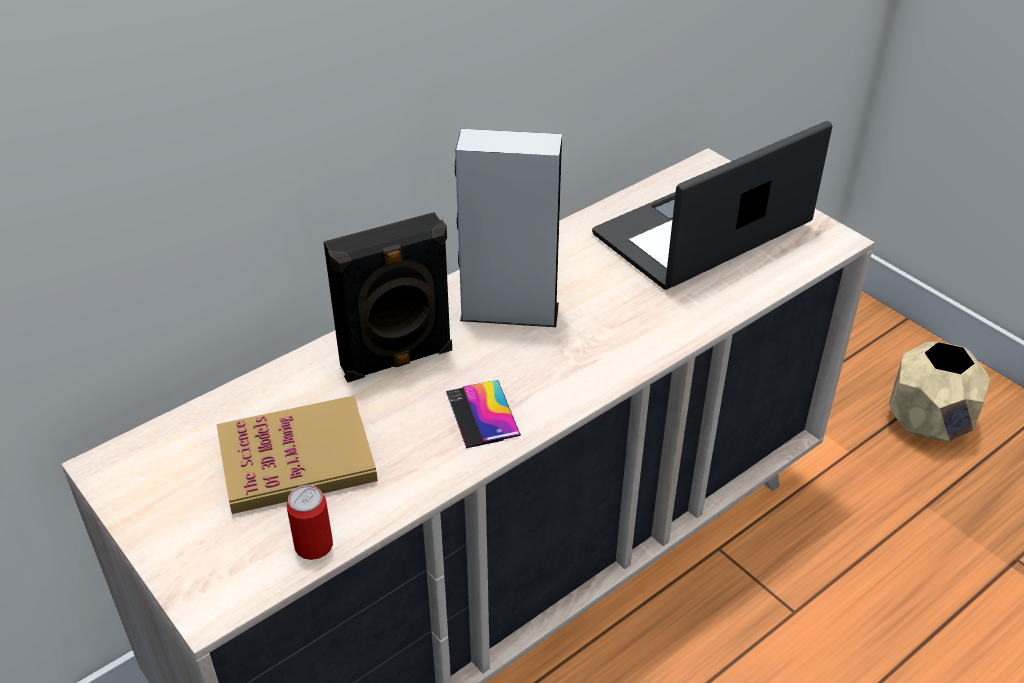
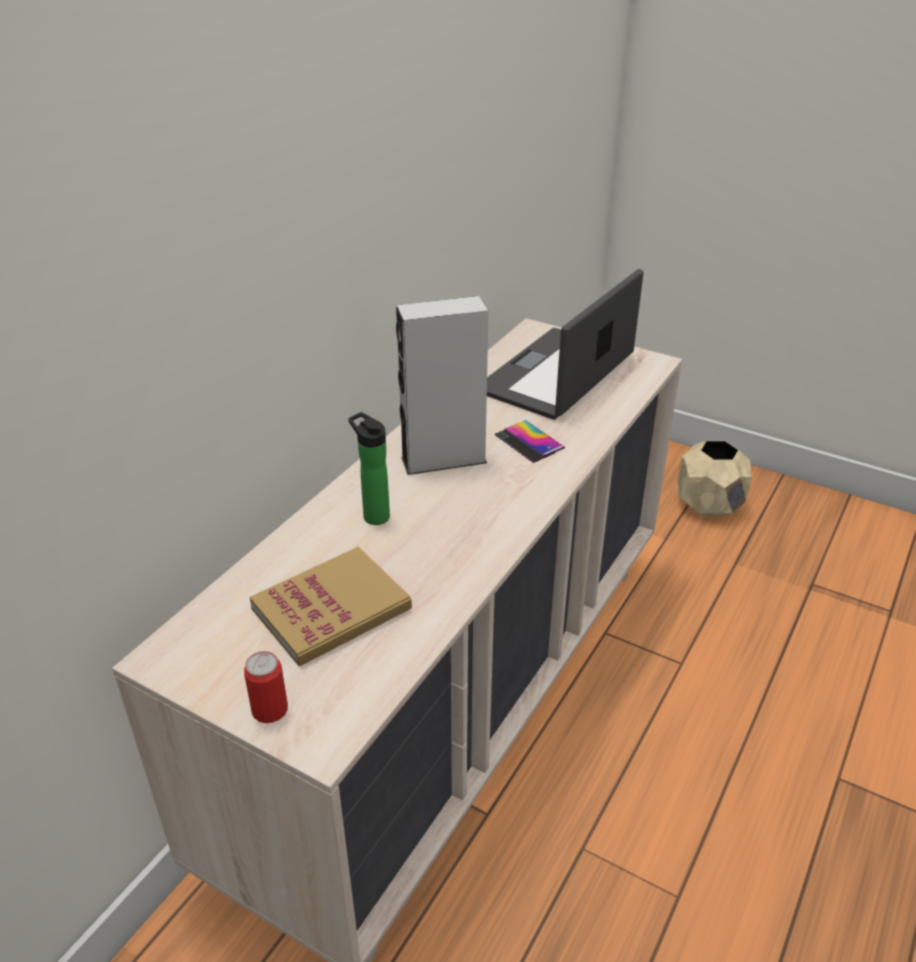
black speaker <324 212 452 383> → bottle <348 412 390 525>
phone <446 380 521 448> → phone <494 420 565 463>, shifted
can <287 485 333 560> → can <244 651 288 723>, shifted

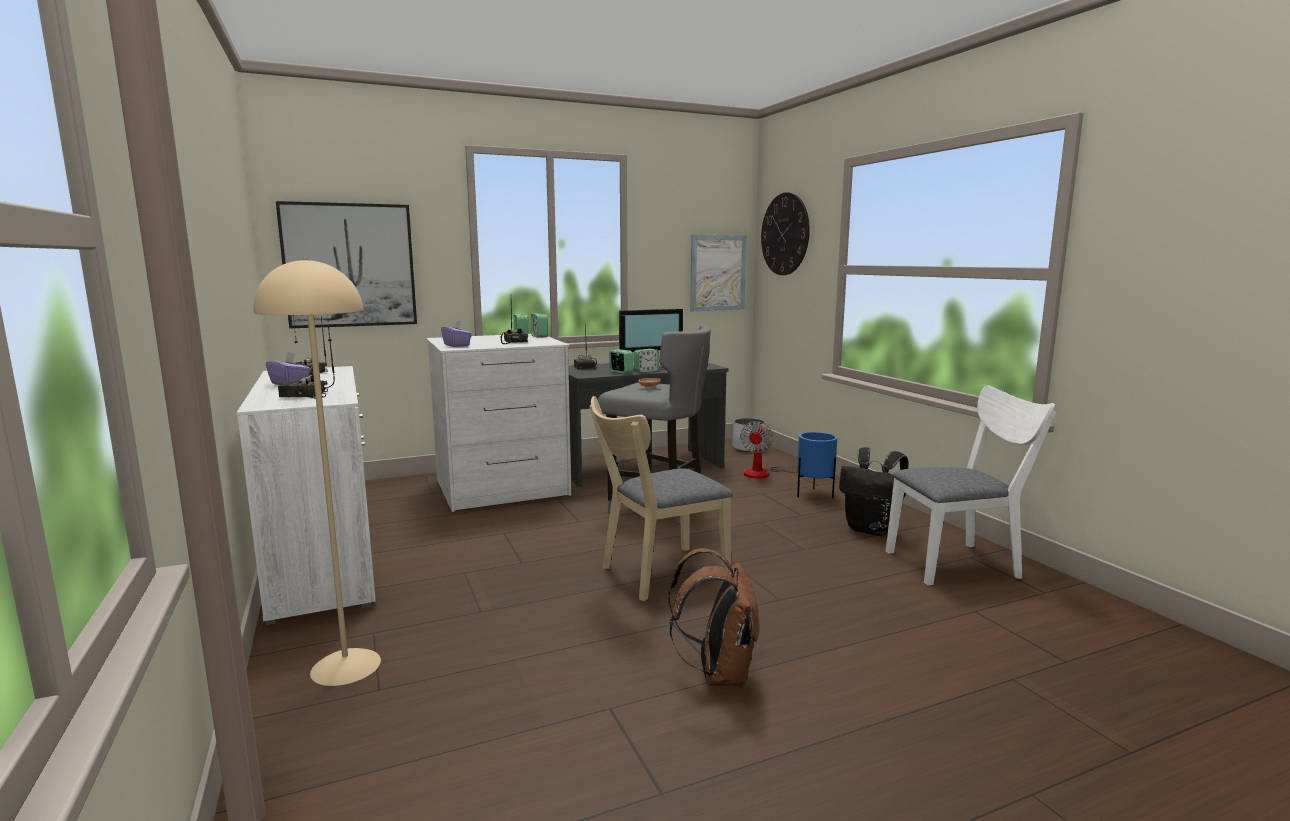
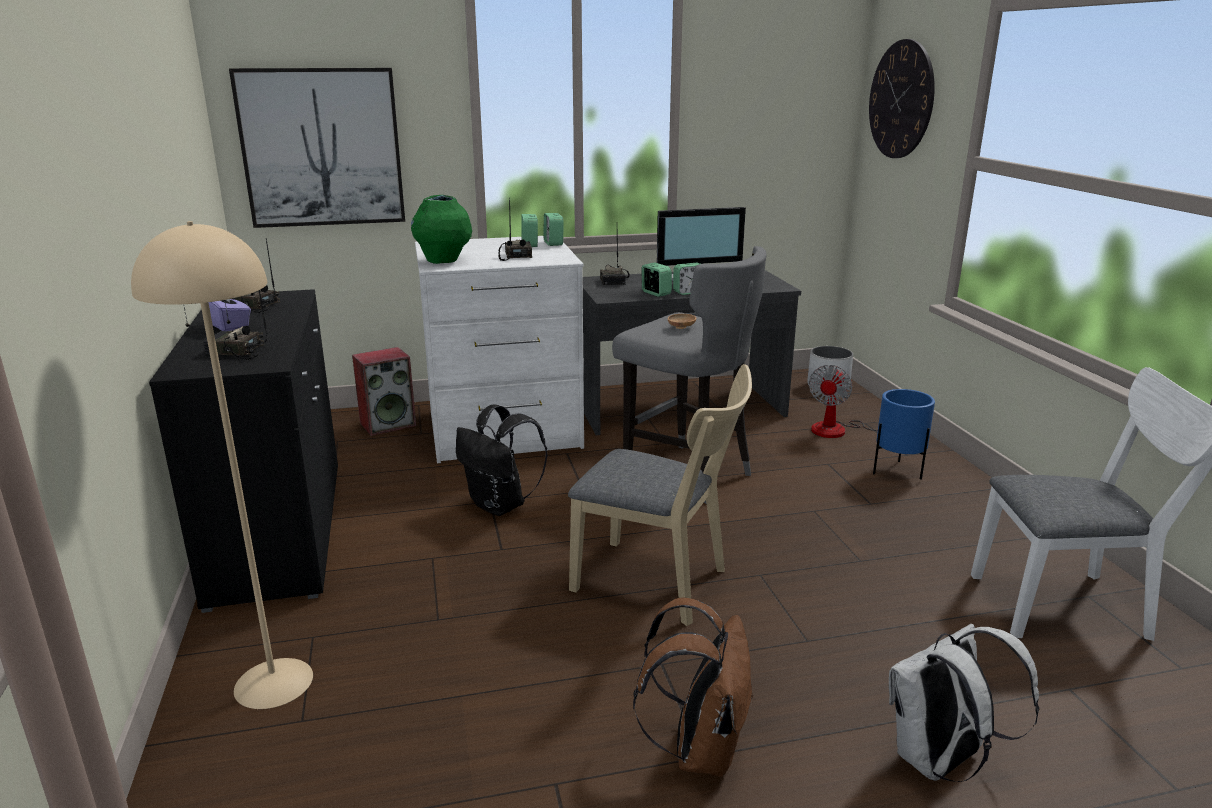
picture <690 235 747 311> → -
purple tissue box <441 320 472 347> → green vase <411 195 472 264>
white cabinet <237 366 376 625> → black cabinet <149 289 338 613>
beige chair <589 396 733 601> → beige chair <568 364 752 626>, 135 degrees counterclockwise
black backpack <839 447 909 536> → black backpack <456 404 547 516>, shifted
- → speaker <352 347 416 436>
- → white backpack <889 624 1039 782>

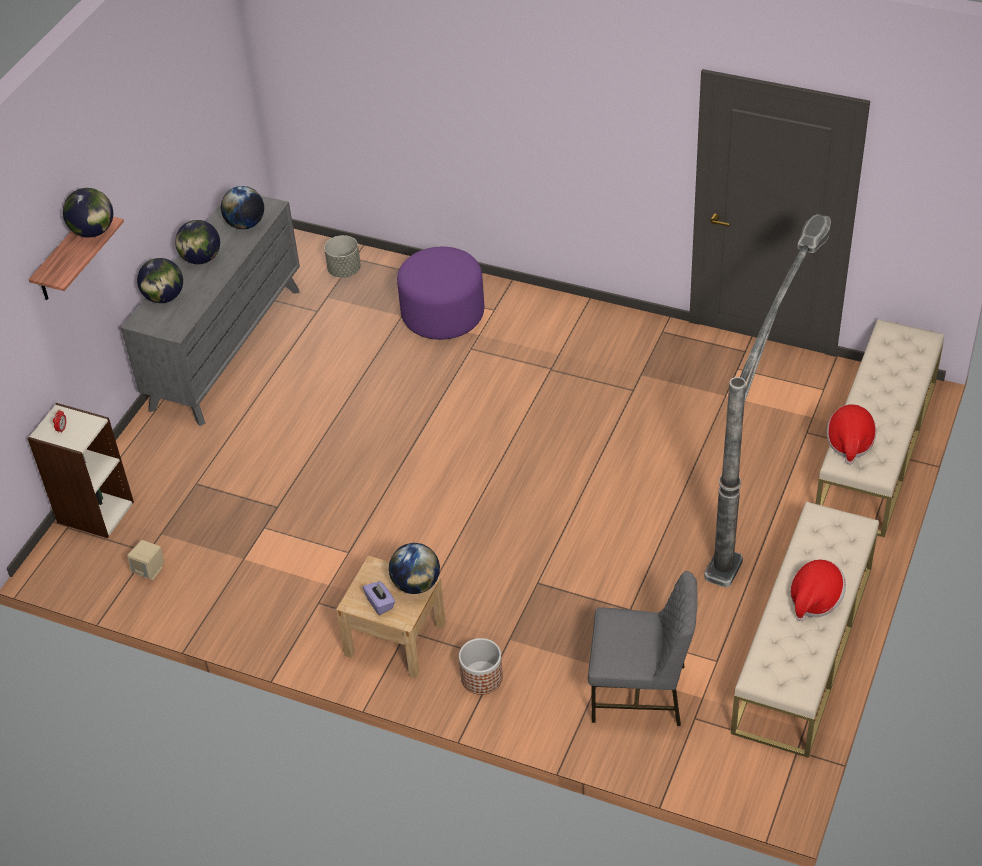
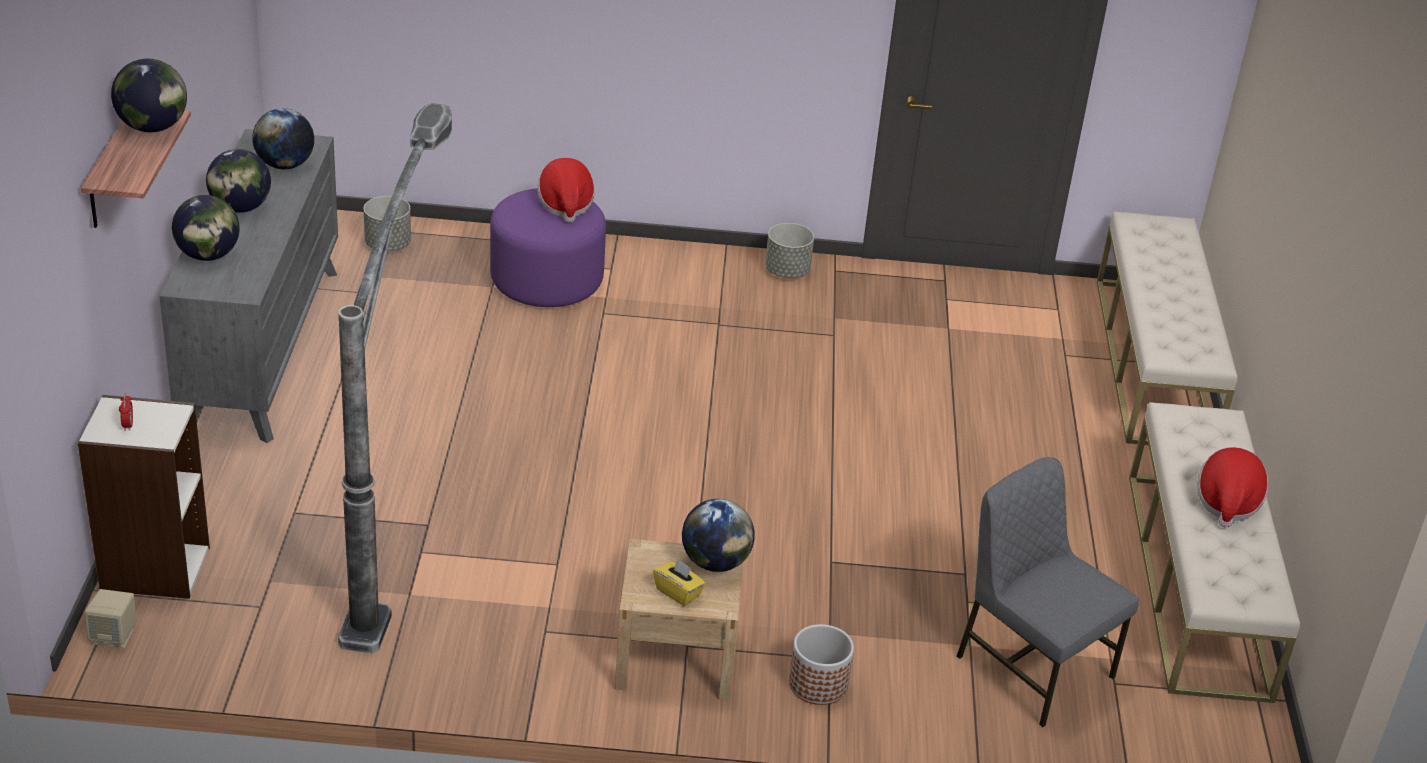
floor lamp <704 214 831 588> → floor lamp <338 103 452 653>, shifted
hat <827 404 876 465> → hat <537 158 595 223>, shifted
beige speaker <127 540 164 580> → beige speaker <85 589 136 648>, shifted
grey chair <588 571 697 726> → grey chair <956 457 1139 727>, 120 degrees counterclockwise
purple tissue box <363 581 395 615> → yellow tissue box <653 558 706 606>
- → grey planter <765 223 814 278>

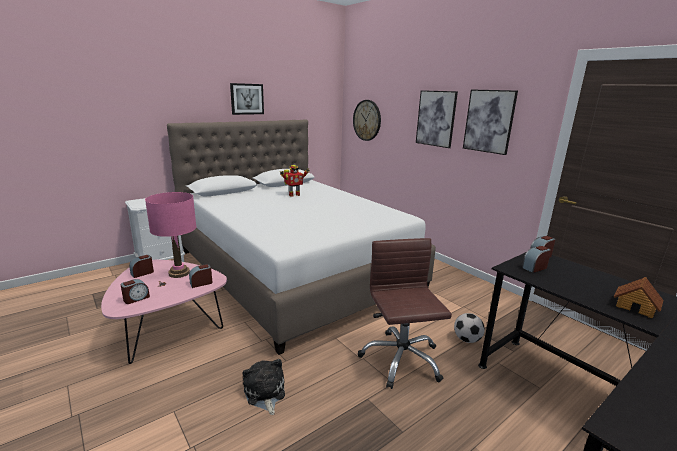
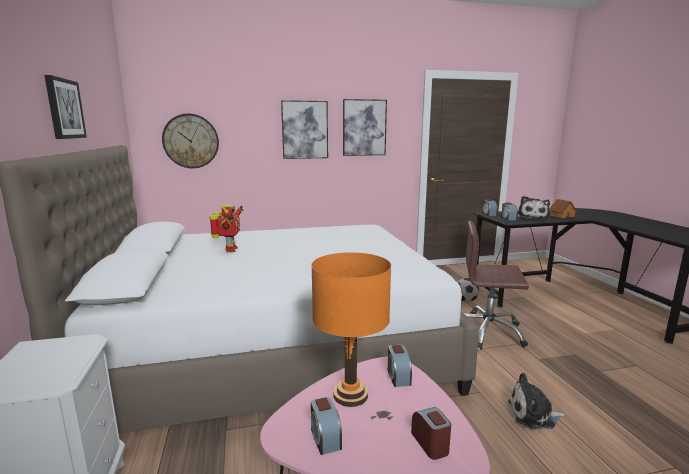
pink table lamp <145 192 197 278> → orange table lamp <311 252 391 407>
- → plush toy <518 196 550 219>

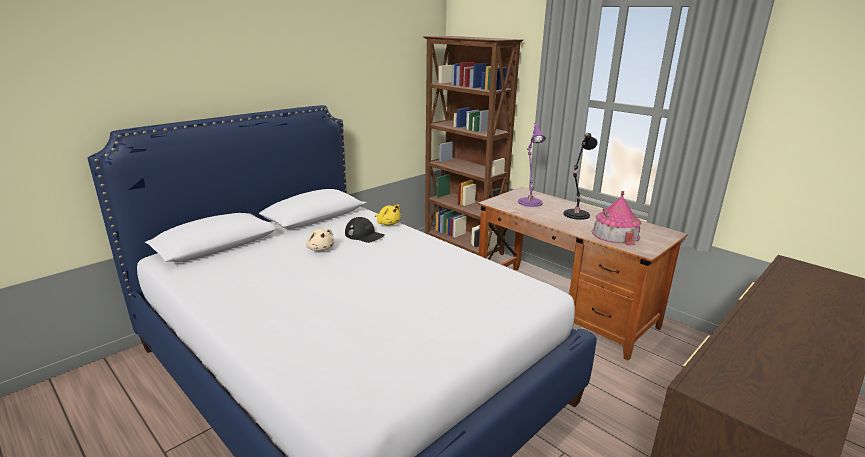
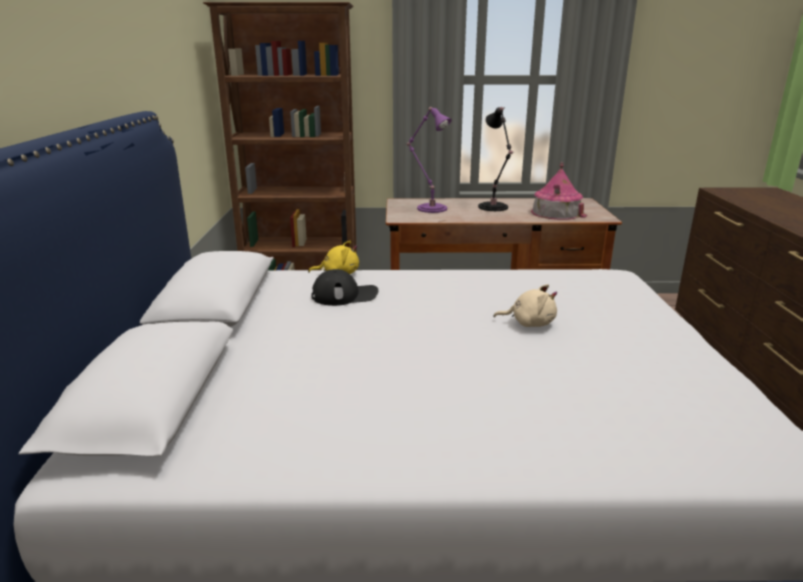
beige plush toy <306 229 334 251> → beige plush toy <493 284 557 327>, shifted

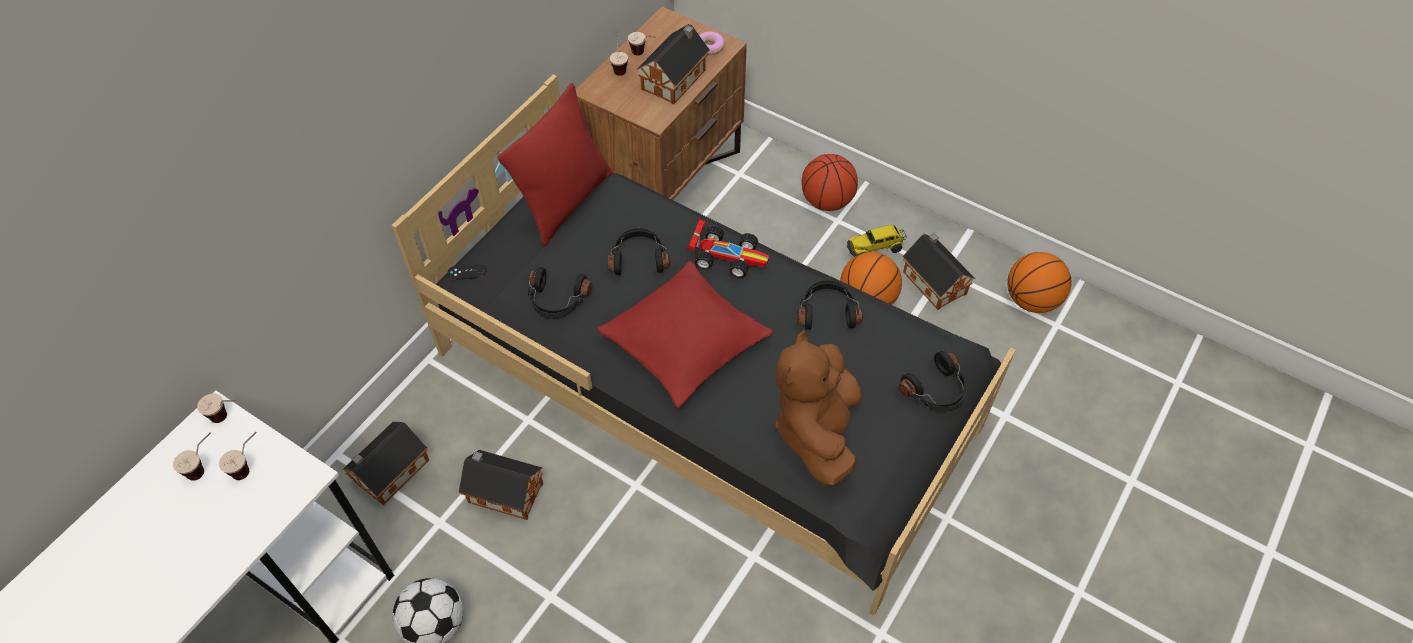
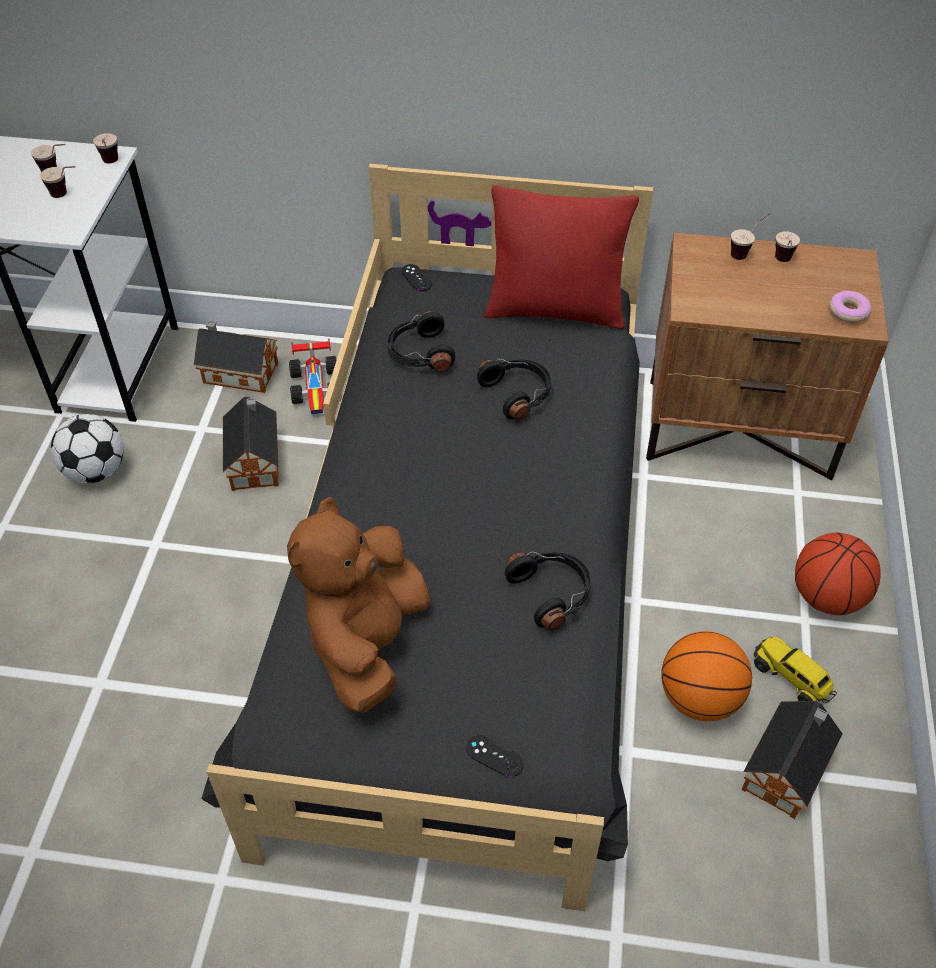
toy house <637 24 710 104> → -
toy car <687 218 769 278> → toy car <289 339 337 414>, shifted
basketball <1007 252 1071 313> → -
red pillow <596 261 773 408> → -
brown plush toy <775 330 862 486> → brown plush toy <287 497 430 713>, 60 degrees counterclockwise
black headphones <899 351 967 412> → black game controller <466 735 524 777>

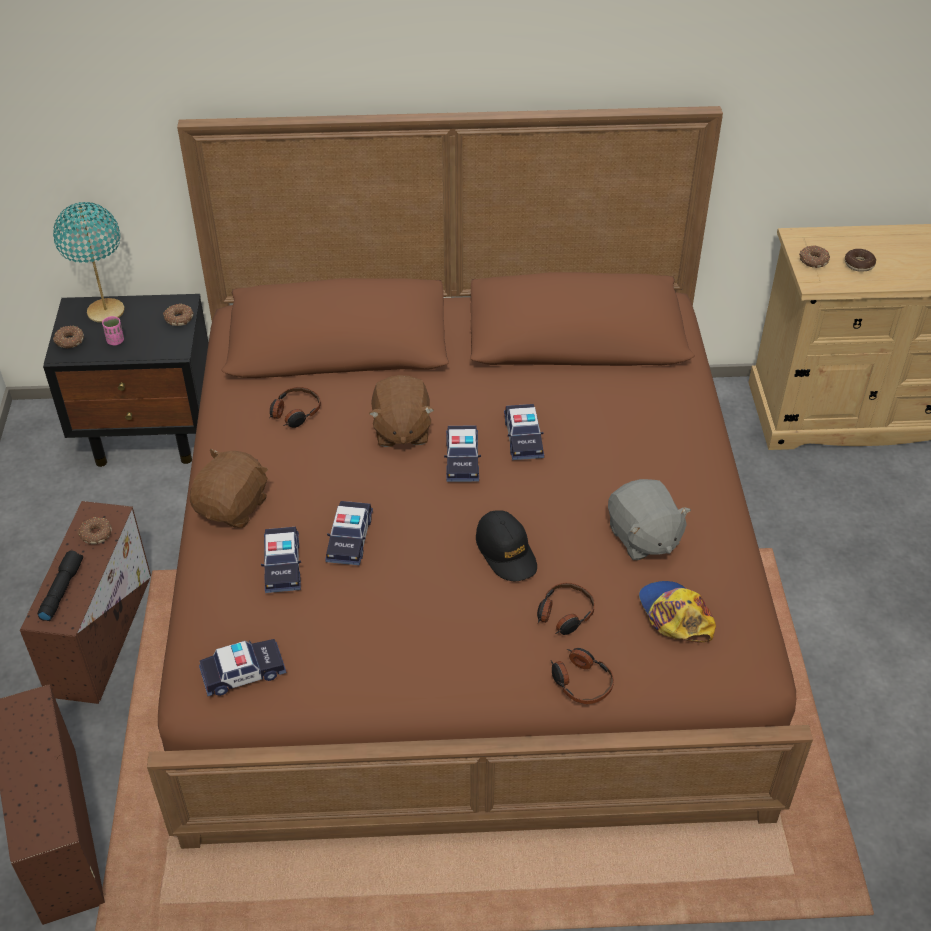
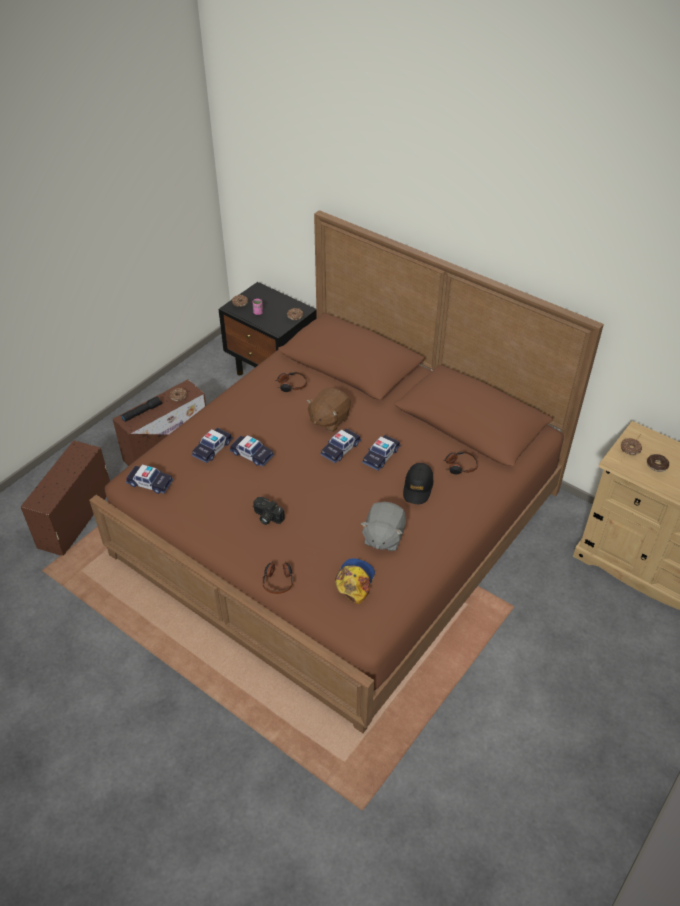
turquoise table lamp <53 202 125 323> → -
brown plush toy <189 449 268 528> → -
toy car <325 501 373 565> → toy car <229 435 274 467>, 105 degrees counterclockwise
black cap <476 510 537 581> → black cap <403 463 433 504>, shifted
headphones <537 583 595 635> → headphones <443 451 479 474>, shifted
- → photo camera <253 497 285 525>

